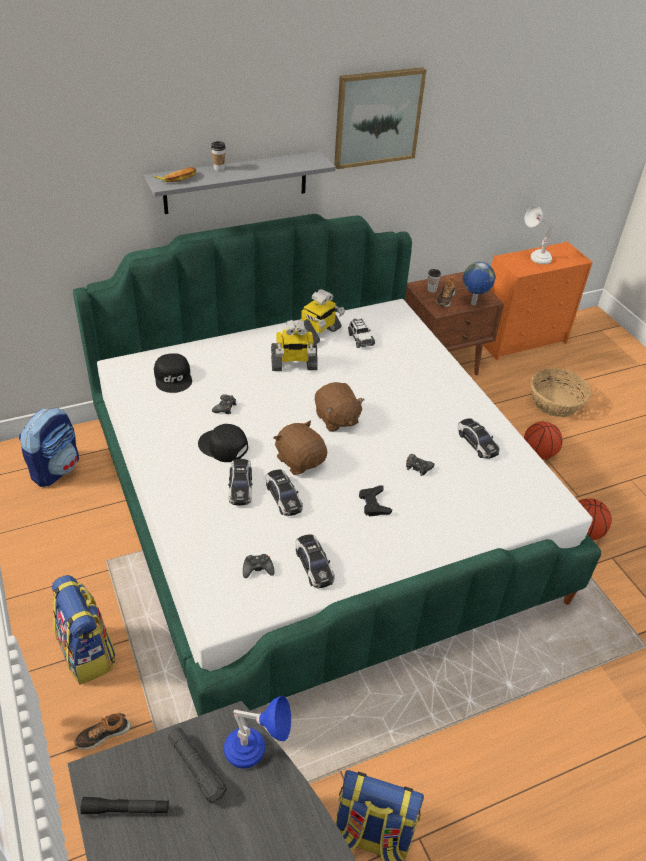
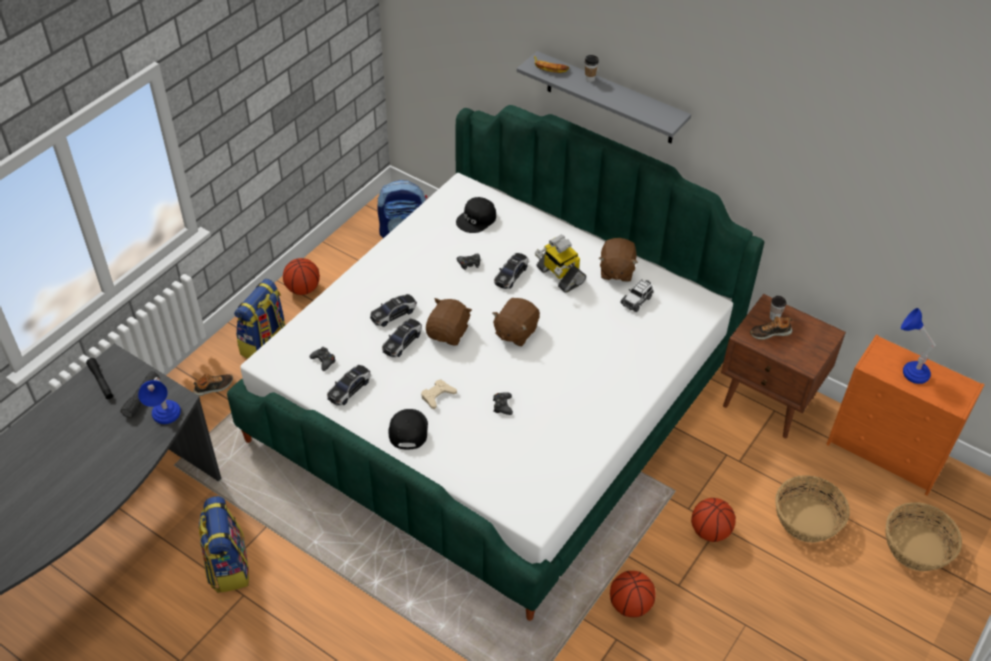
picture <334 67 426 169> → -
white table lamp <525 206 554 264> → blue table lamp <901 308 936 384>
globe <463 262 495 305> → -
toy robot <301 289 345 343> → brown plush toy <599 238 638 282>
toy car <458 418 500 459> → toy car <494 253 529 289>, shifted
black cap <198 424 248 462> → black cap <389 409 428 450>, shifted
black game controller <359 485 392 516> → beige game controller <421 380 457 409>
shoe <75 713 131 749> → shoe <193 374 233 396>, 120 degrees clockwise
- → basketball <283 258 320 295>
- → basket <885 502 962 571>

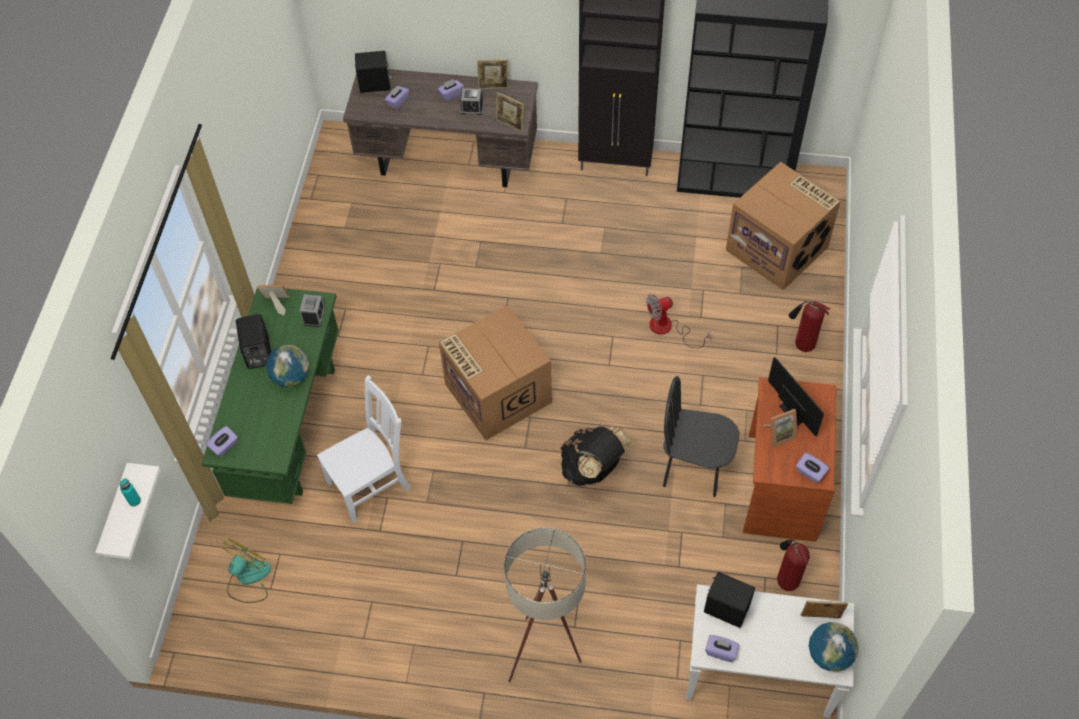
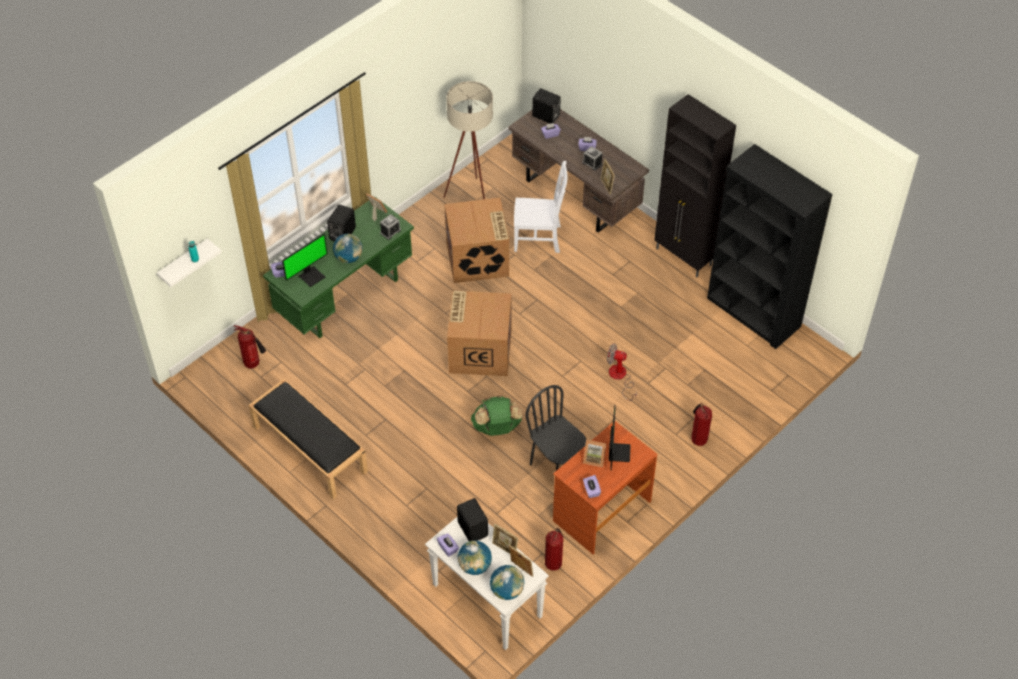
picture frame <477 59 509 89> → picture frame <492 524 518 554>, shifted
cardboard box <726 162 841 290> → cardboard box <444 198 509 283>, shifted
white chair <317 375 411 523> → white chair <514 161 568 253>, shifted
black backpack <561 426 632 486> → green backpack <471 395 523 436>
beige floor lamp <504 527 586 682> → beige floor lamp <443 81 493 199>, shifted
fan <223 538 272 603> → fire extinguisher <234 325 266 369>
- → monitor <282 234 328 287>
- → black bench <249 379 368 499>
- → globe <457 540 492 575>

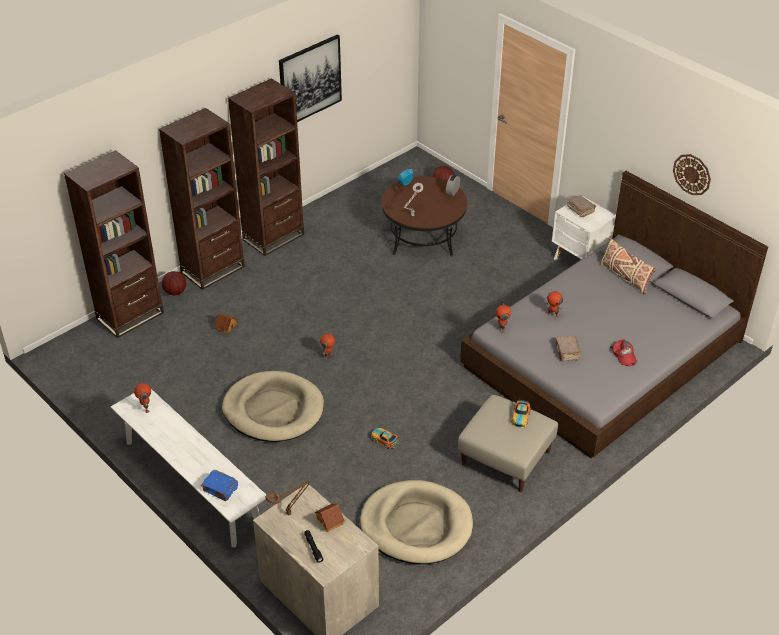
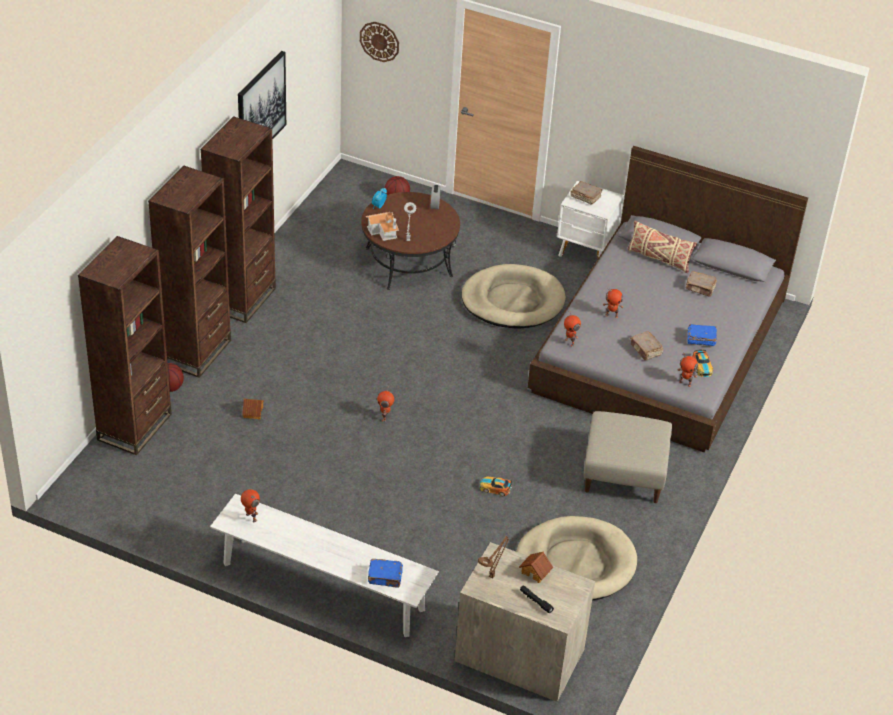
wall clock <673 154 711 195> → wall clock <360 22 399 62>, shifted
red cap <610 339 637 366> → blue book <687 324 717 346>
beige dog bed <222 371 324 442> → beige dog bed <461 264 566 328>, shifted
toy car <511 400 531 428> → toy car <692 349 713 377>, shifted
- → toy house <366 212 399 241>
- → brown book <686 271 717 297>
- → toy robot <677 353 698 387>

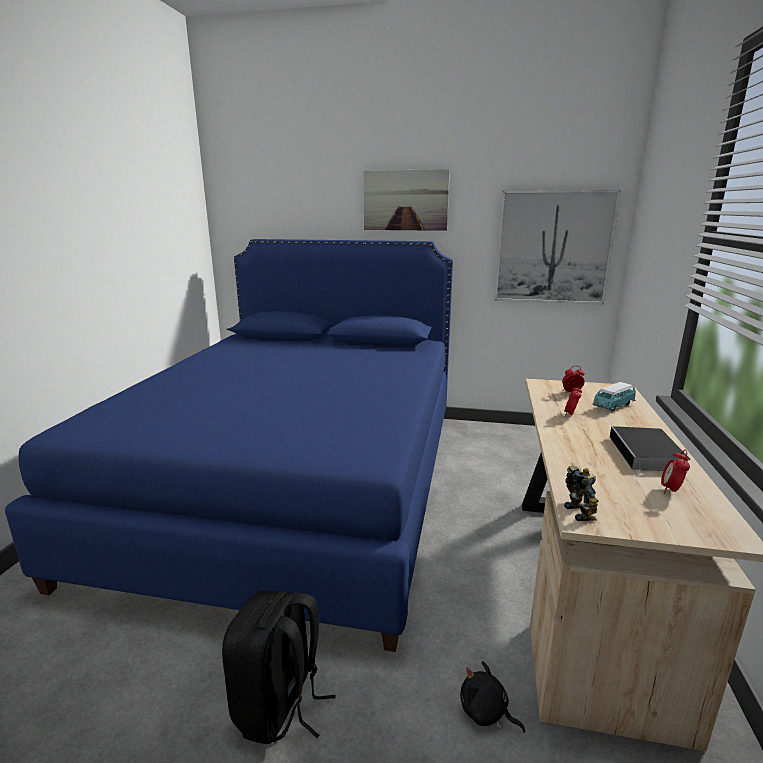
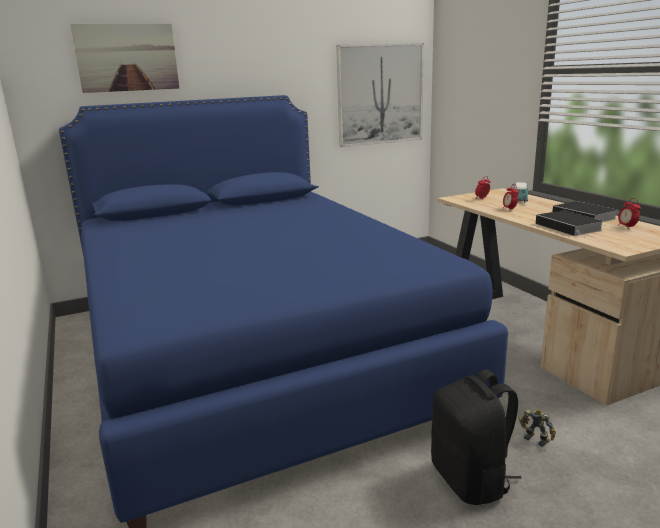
picture <363 169 450 231> → picture <70 24 179 93>, shifted
toy robot <564 465 599 521> → toy robot <519 409 556 447>, shifted
black plush toy <460 661 525 733> → -
- → book <536 210 604 238>

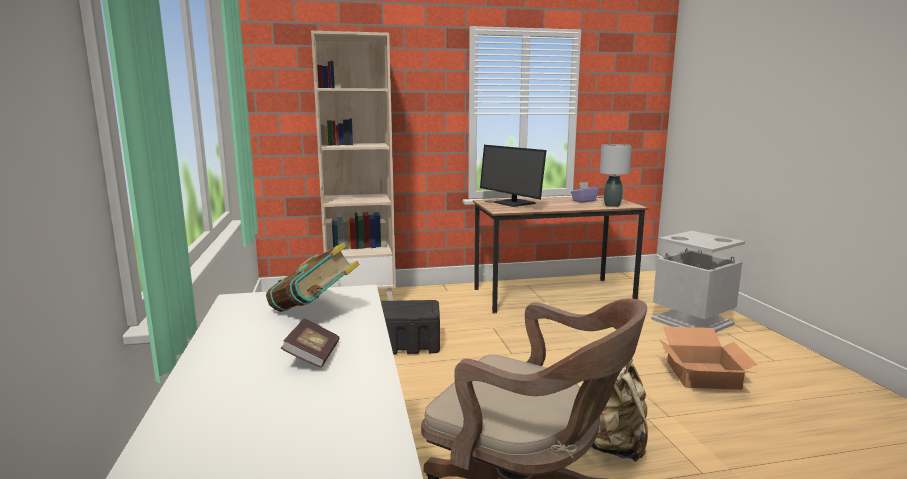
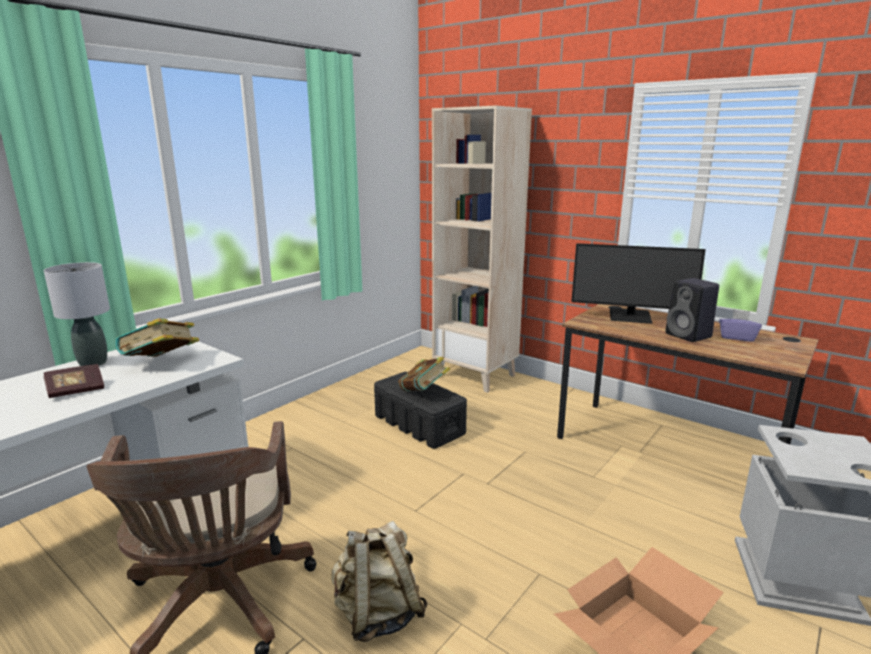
grey table lamp <600 144 632 207> → grey table lamp <43 262 110 366>, shifted
monitor <480 145 547 207> → monitor <571 243 706 324>, 90 degrees counterclockwise
- → black speaker <666 278 719 342>
- → book <398 357 451 392>

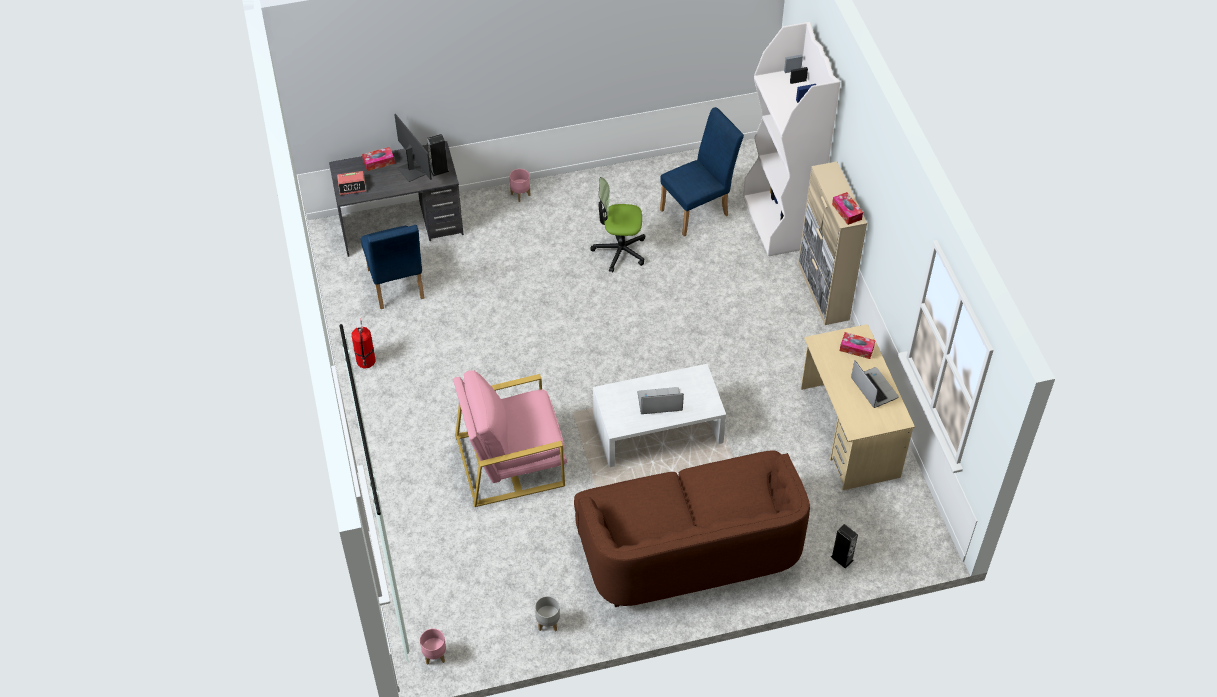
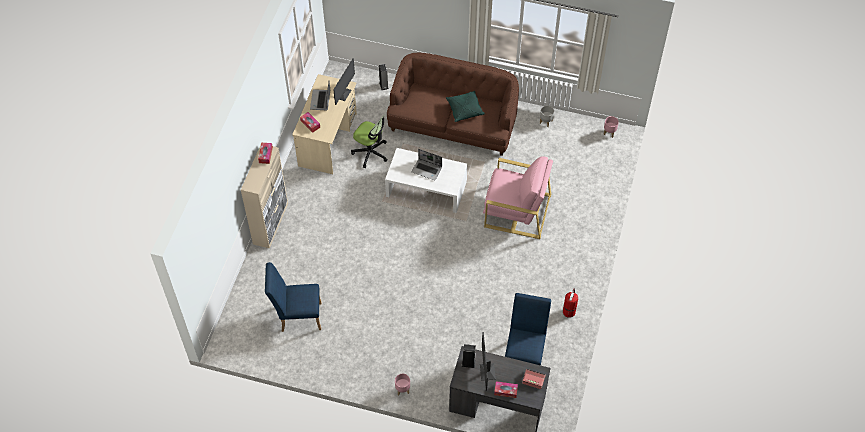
white bookcase <743 22 840 256> → -
office chair <590 177 645 272> → office chair <351 115 388 168>, shifted
- → monitor <333 58 355 105>
- → green pillow <446 91 485 122>

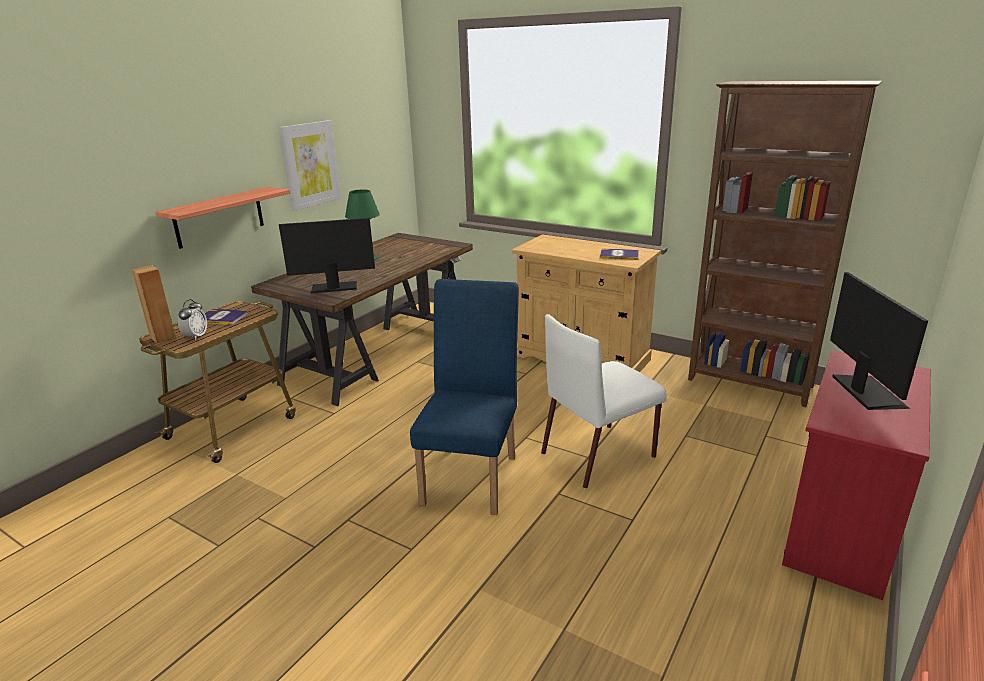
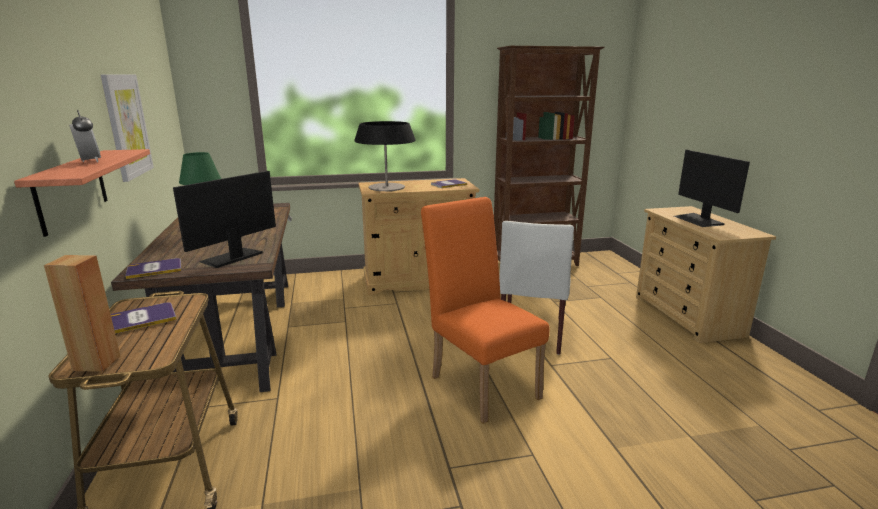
monitor <830 272 928 410> → monitor <674 150 750 227>, 150 degrees counterclockwise
blue chair <410 279 519 515> → orange chair <421 197 550 424>
alarm clock <178 299 207 340> → alarm clock <69 110 101 162>, shifted
red dresser <782 351 931 600> → beige dresser <636 206 776 343>
- → table lamp <354 121 415 191>
- → book <125 258 181 279>

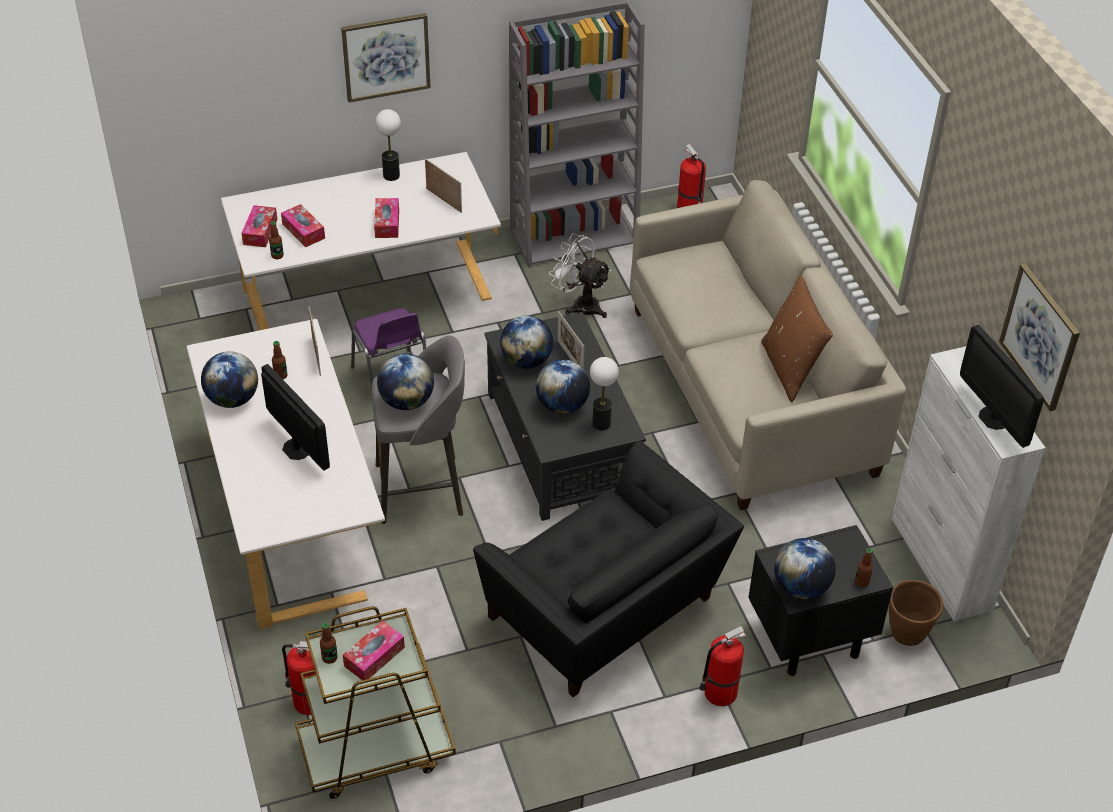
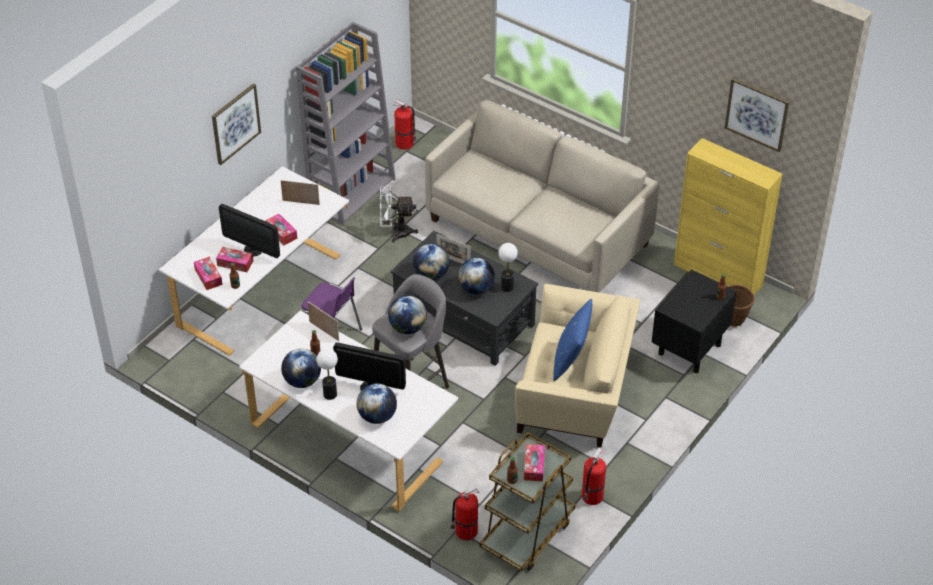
table lamp <375 109 401 181> → table lamp <317 349 338 400>, shifted
brown pillow <761 275 833 403> → -
monitor <960 325 1044 448> → monitor <219 204 280 258>, shifted
white cabinet <892 346 1045 621> → yellow cabinet <674 138 782 295>
black armchair <473 441 744 697> → beige armchair <515 284 640 447>
globe <774 538 836 599> → globe <357 383 397 424>, shifted
fire extinguisher <699 626 746 706> → fire extinguisher <582 447 606 505>, shifted
- → blue pillow <553 299 592 381>

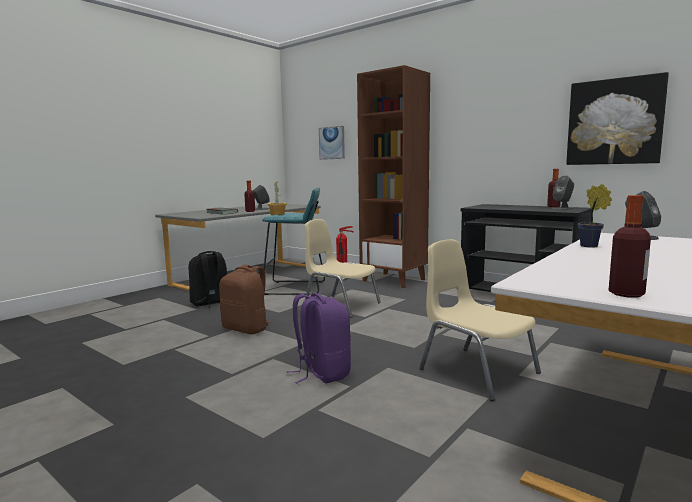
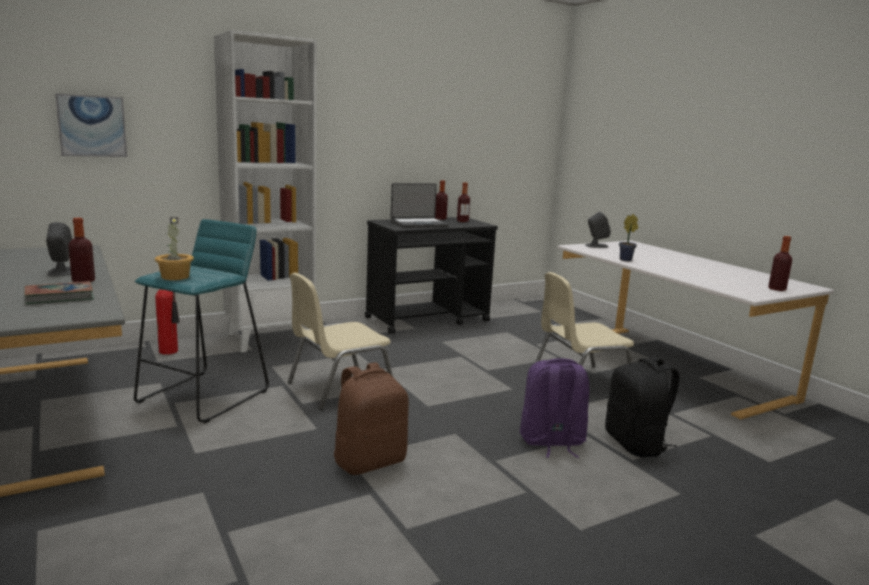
brown bookcase <357 65 430 288> → white bookcase <214 30 317 353>
picture <566 72 669 165> → -
grey speaker <553 176 574 210> → bottle <457 182 470 222>
black backpack <189 251 227 308> → black backpack <605 356 679 457>, shifted
- → laptop <390 183 449 228>

